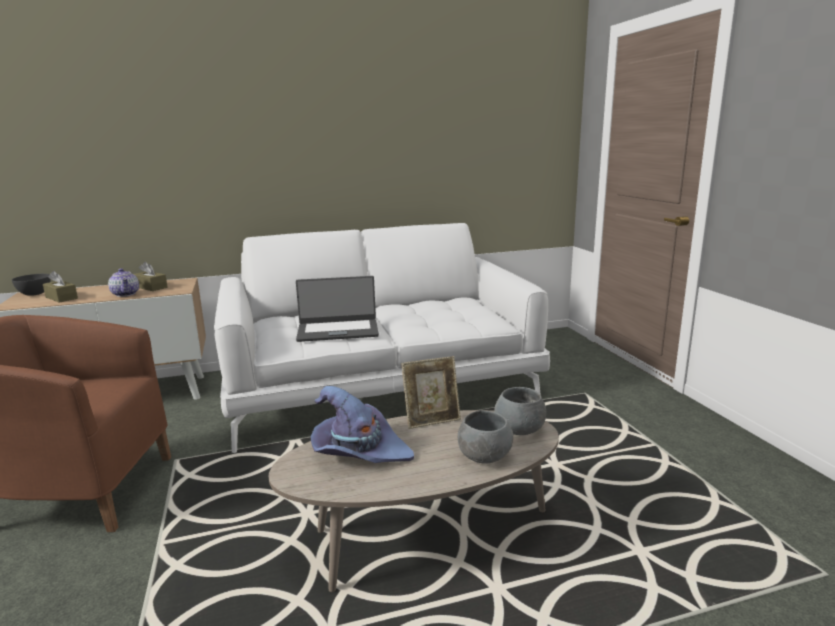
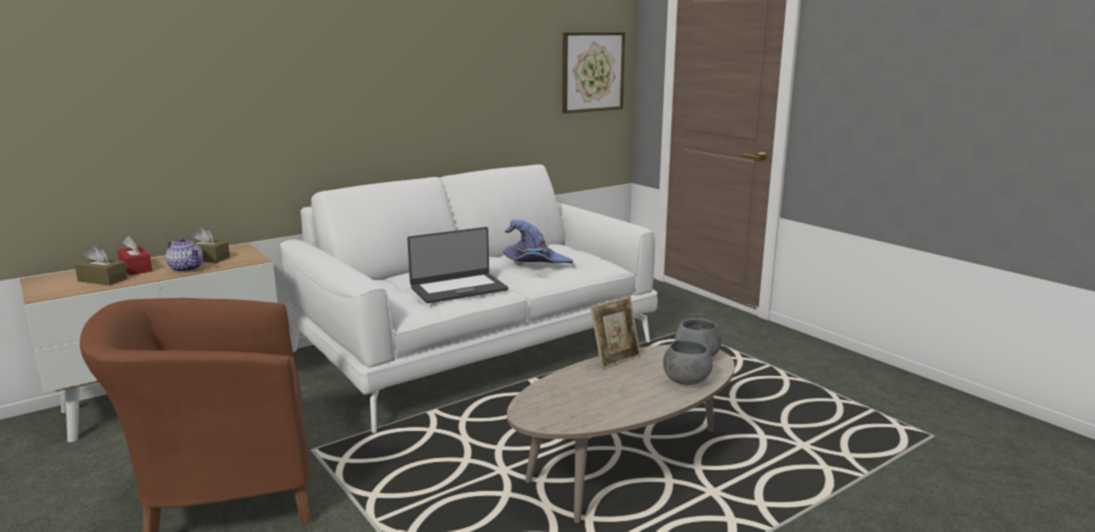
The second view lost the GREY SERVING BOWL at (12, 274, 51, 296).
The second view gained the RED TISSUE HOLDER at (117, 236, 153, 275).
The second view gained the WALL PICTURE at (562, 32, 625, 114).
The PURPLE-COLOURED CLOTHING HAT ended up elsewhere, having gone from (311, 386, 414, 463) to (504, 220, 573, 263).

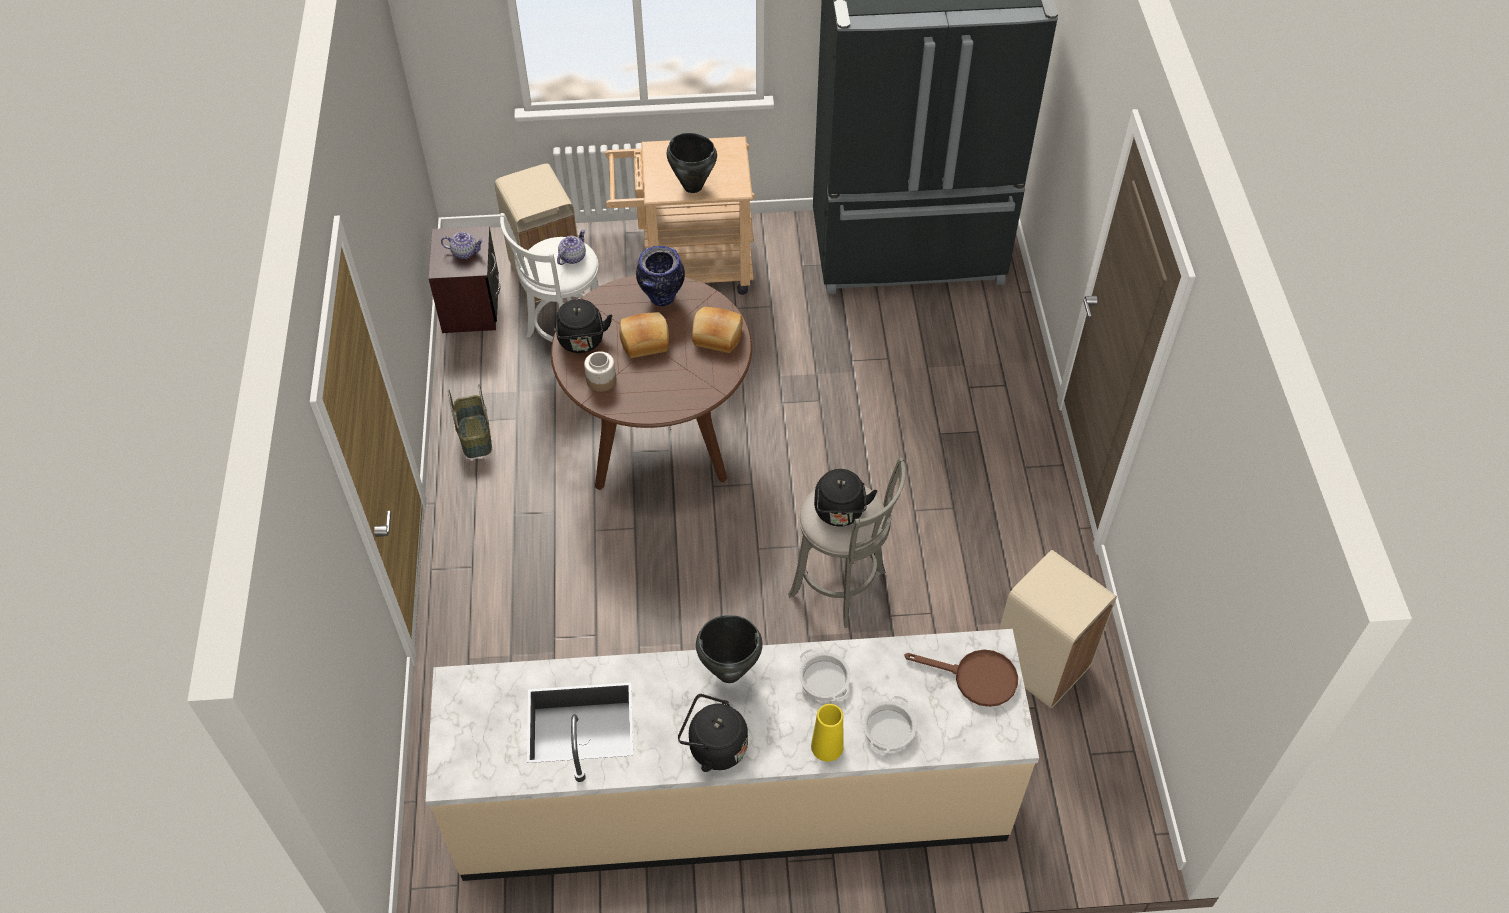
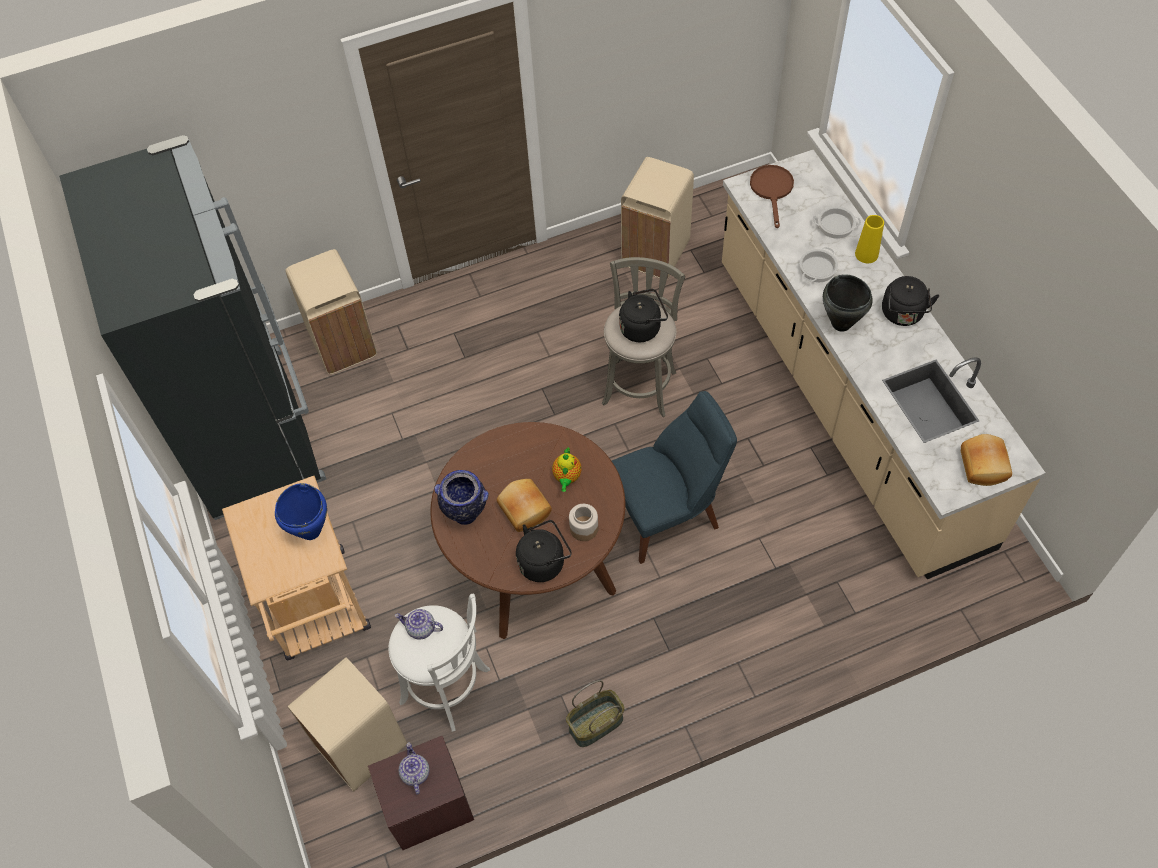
The second view gained the SAND-COLOURED TRASH CAN at (286, 249, 377, 374).
The second view gained the TEAPOT at (552, 447, 582, 492).
The second view gained the BLUE UPRIGHT CHAIR at (612, 391, 737, 564).
The BAKERY BREAD ended up elsewhere, having gone from (692, 307, 742, 353) to (961, 434, 1012, 486).
What was the BLACK-COLOURED COOKING POT at (667, 133, 717, 193) turned into the BLUE COOKING POT at (275, 483, 327, 540).

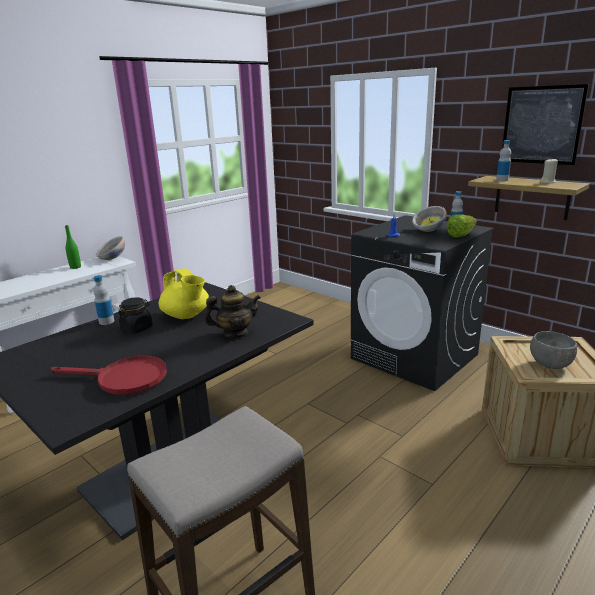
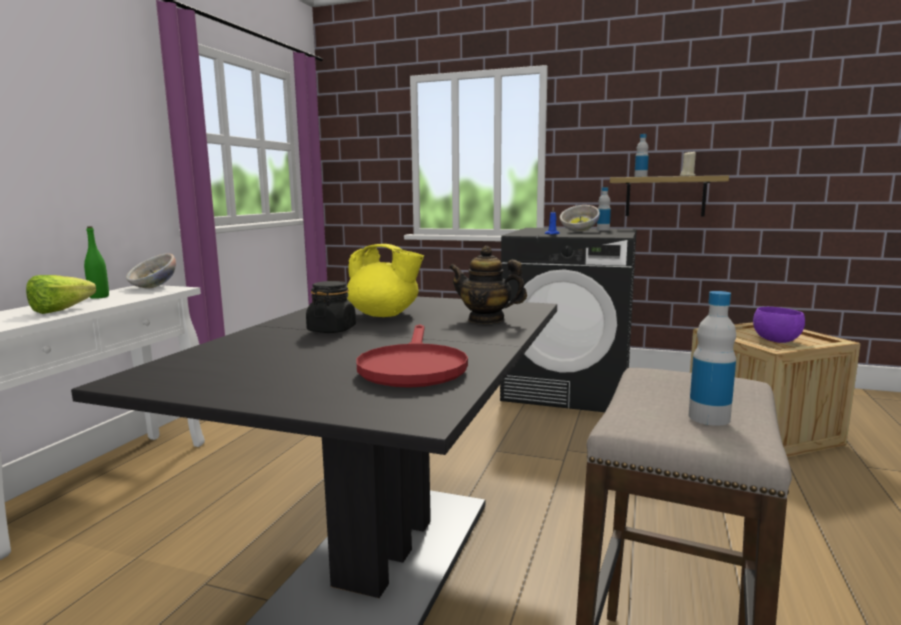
The second view lost the WALL PICTURE at (502, 84, 589, 165).
The DRINK BOTTLE ended up elsewhere, having gone from (94, 275, 114, 325) to (688, 291, 736, 426).
The LETTUCE HEAD ended up elsewhere, having gone from (447, 215, 477, 237) to (26, 275, 96, 314).
What was the GREY SERVING BOWL at (530, 331, 577, 369) turned into the PURPLE-COLOURED SERVING BOWL at (753, 307, 805, 343).
The RED FRYING PAN at (51, 356, 167, 395) ended up facing another way, 105 degrees clockwise from before.
The TEAPOT at (204, 285, 261, 338) ended up facing another way, 120 degrees counterclockwise from before.

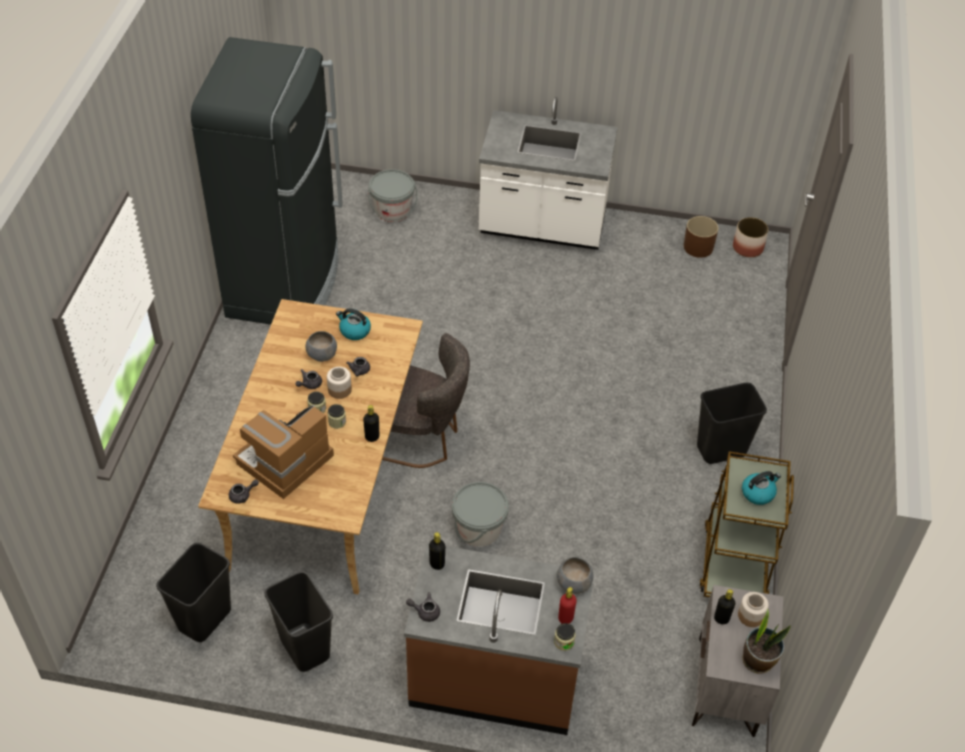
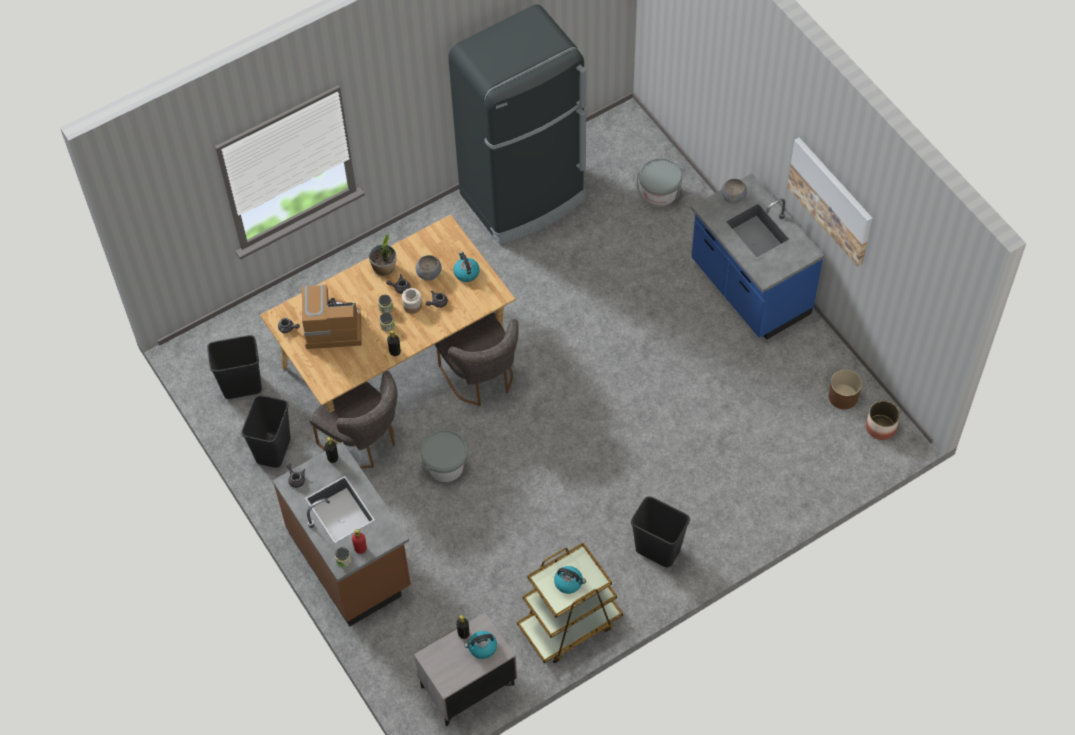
The second view gained the GREY UPRIGHT CHAIR at (309, 371, 398, 469).
The second view gained the WALL PICTURE at (787, 137, 873, 267).
The GREY SERVING BOWL ended up elsewhere, having gone from (557, 557, 593, 594) to (721, 179, 747, 204).
The POTTED PLANT ended up elsewhere, having gone from (742, 608, 791, 674) to (369, 232, 396, 276).
Where the PRESERVE JAR stood at (738, 592, 769, 627), the TEA KETTLE came to stand at (464, 631, 497, 659).
What was the WHITE-COLOURED KITCHEN BASE UNIT at (479, 97, 618, 250) turned into the BLUE KITCHEN BASE UNIT at (691, 173, 824, 340).

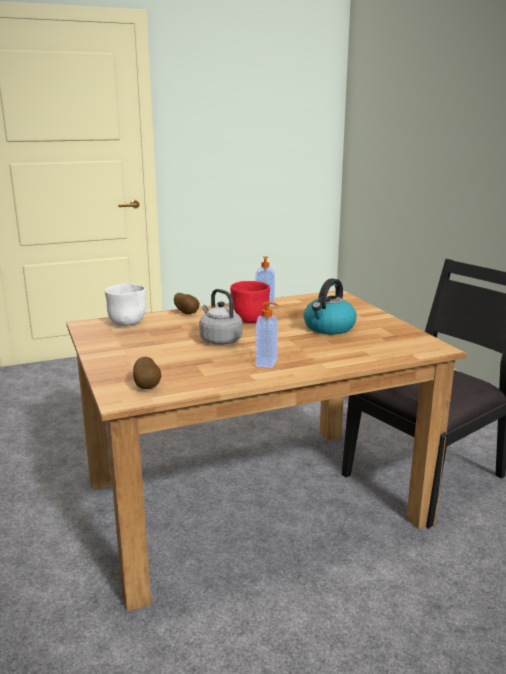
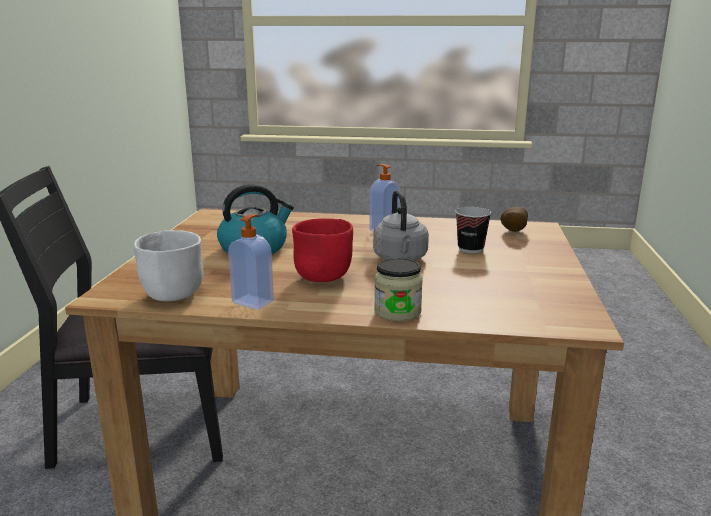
The second view gained the DRINKING CUP at (455, 207, 491, 253).
The WHITE-COLOURED SERVING BOWL ended up elsewhere, having gone from (105, 283, 146, 326) to (134, 230, 203, 301).
Where the POTATO stood at (174, 293, 200, 314), the PRESERVE JAR came to stand at (374, 258, 423, 321).

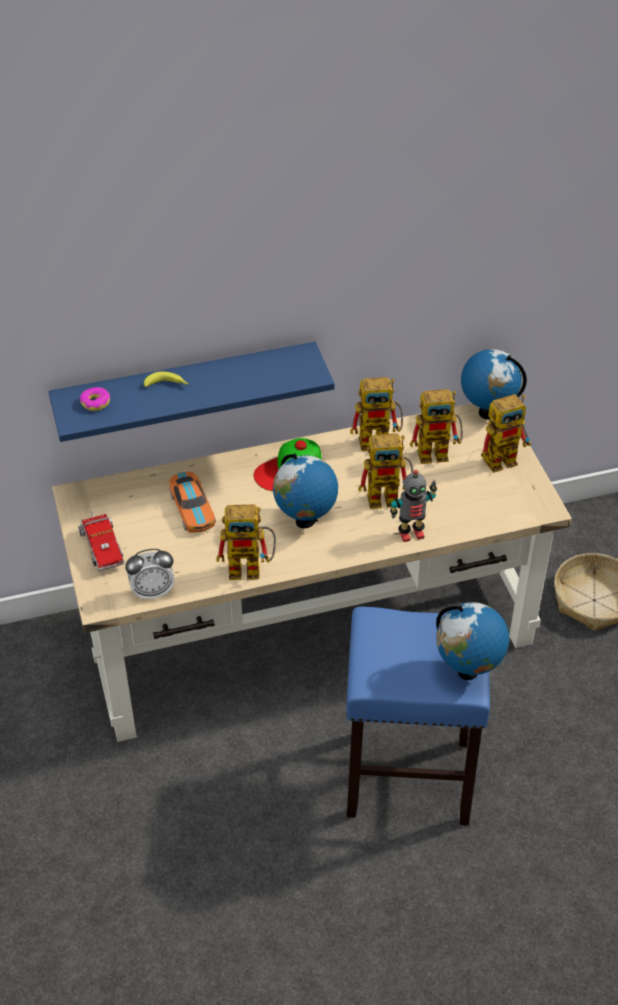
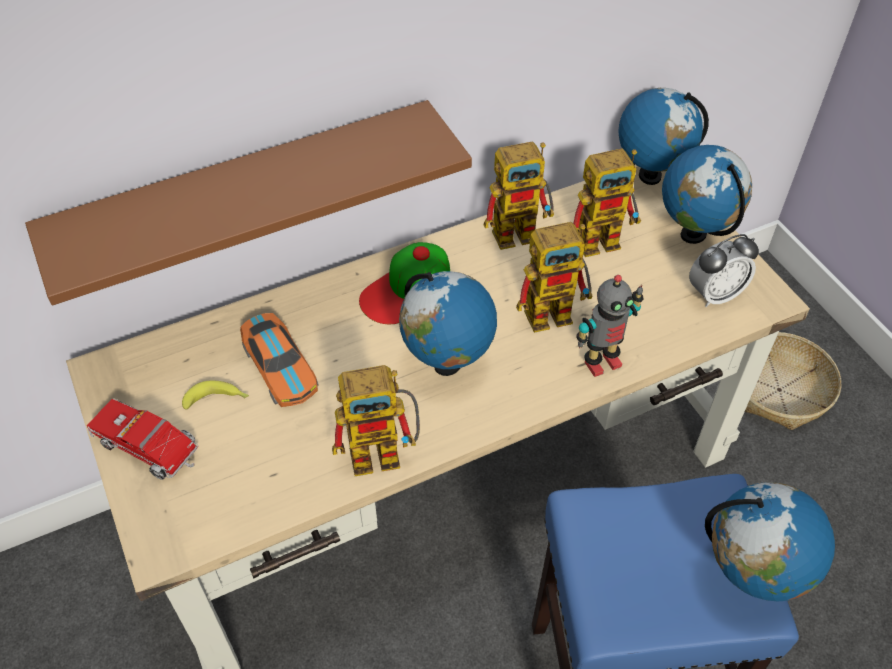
The second view lost the RING DOUGHNUT at (80, 387, 110, 411).
The ALARM CLOCK ended up elsewhere, having gone from (125, 549, 175, 600) to (689, 234, 759, 307).
The BANANA FRUIT ended up elsewhere, having gone from (144, 371, 189, 387) to (182, 381, 249, 410).
Where the MODEL ROBOT stood at (481, 394, 531, 473), the GLOBE came to stand at (662, 145, 752, 244).
What was the BLUE WALL SHELF at (48, 342, 335, 442) turned into the BROWNISH WALL SHELF at (25, 100, 472, 305).
The TOY TRUCK at (78, 511, 125, 571) ended up facing another way, 150 degrees clockwise from before.

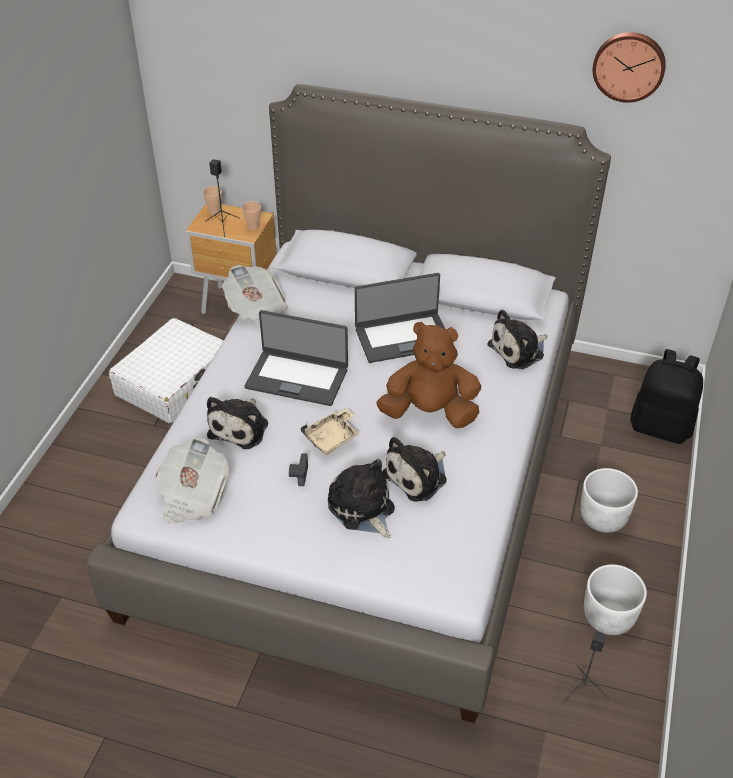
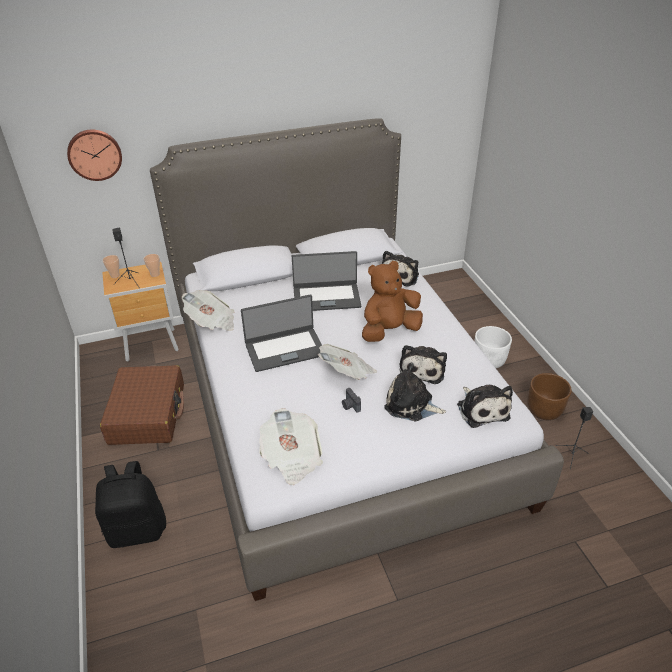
The PLUSH TOY ended up elsewhere, having gone from (207, 396, 268, 449) to (457, 385, 513, 428).
The CLOCK ON THE WALL ended up elsewhere, having gone from (593, 32, 666, 103) to (67, 130, 122, 181).
The BLACK-COLOURED KNAPSACK ended up elsewhere, having gone from (631, 349, 703, 444) to (95, 461, 166, 548).
Where the SAND-COLOURED CARRYING TRAY stood at (301, 409, 359, 455), the NEWSPAPER came to stand at (318, 344, 377, 380).
What was the WHITE-COLOURED PIECE OF LUGGAGE at (109, 318, 224, 424) turned into the BROWNISH PIECE OF LUGGAGE at (100, 365, 184, 445).
What was the WHITE-COLOURED PLANT POT at (584, 564, 647, 635) turned into the BROWNISH PLANT POT at (527, 373, 572, 421).
The NOTEBOOK COMPUTER at (355, 273, 445, 363) ended up facing another way, 45 degrees clockwise from before.

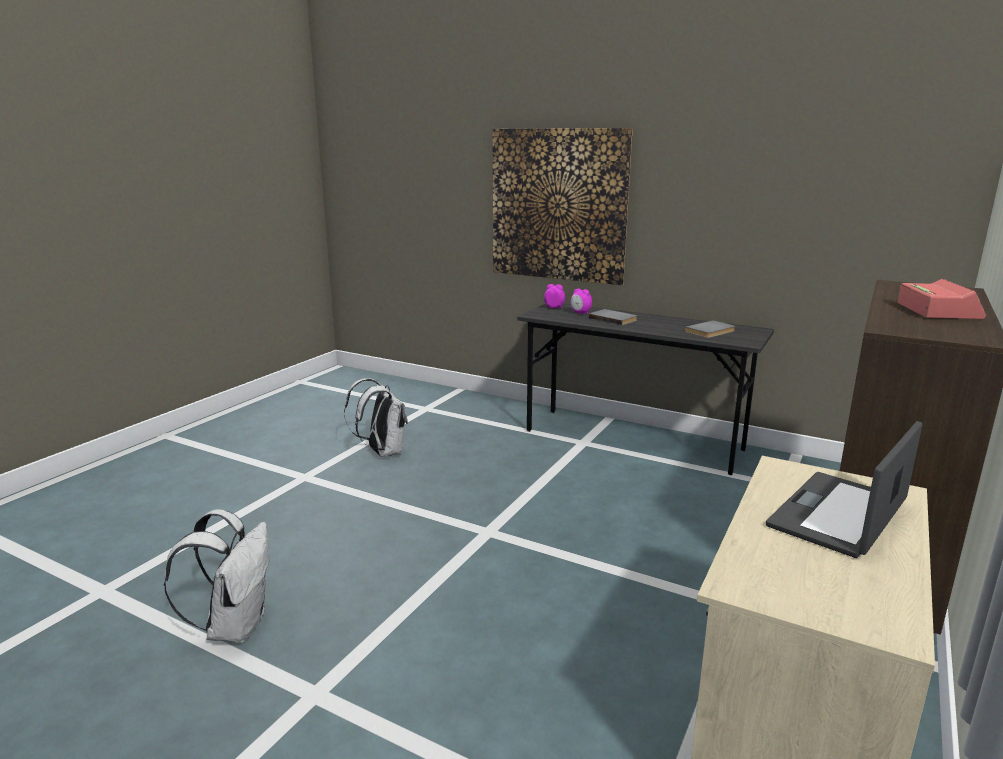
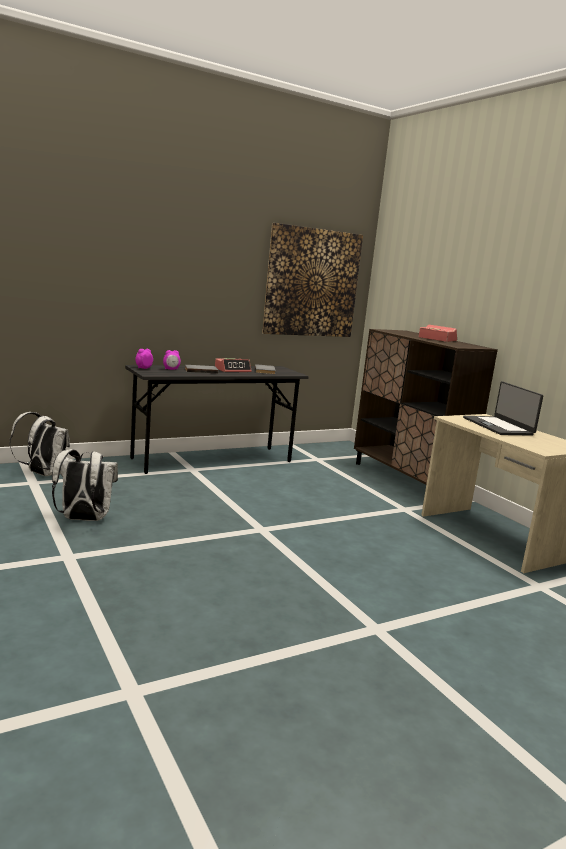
The second view gained the ALARM CLOCK at (215, 358, 251, 372).
The WHITE-COLOURED KNAPSACK ended up elsewhere, having gone from (164, 509, 269, 643) to (10, 412, 70, 476).
The WALL PICTURE ended up elsewhere, having gone from (493, 128, 633, 285) to (262, 223, 363, 337).

